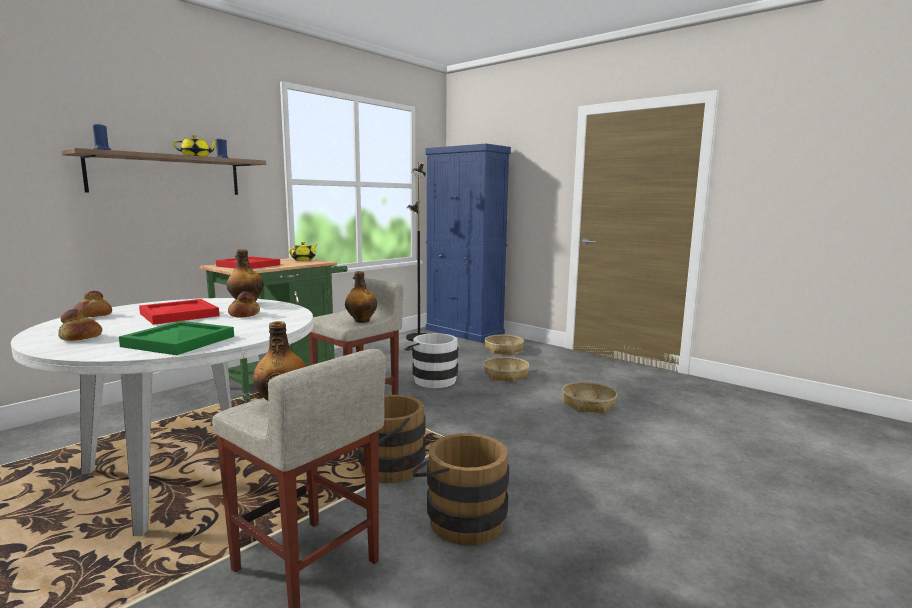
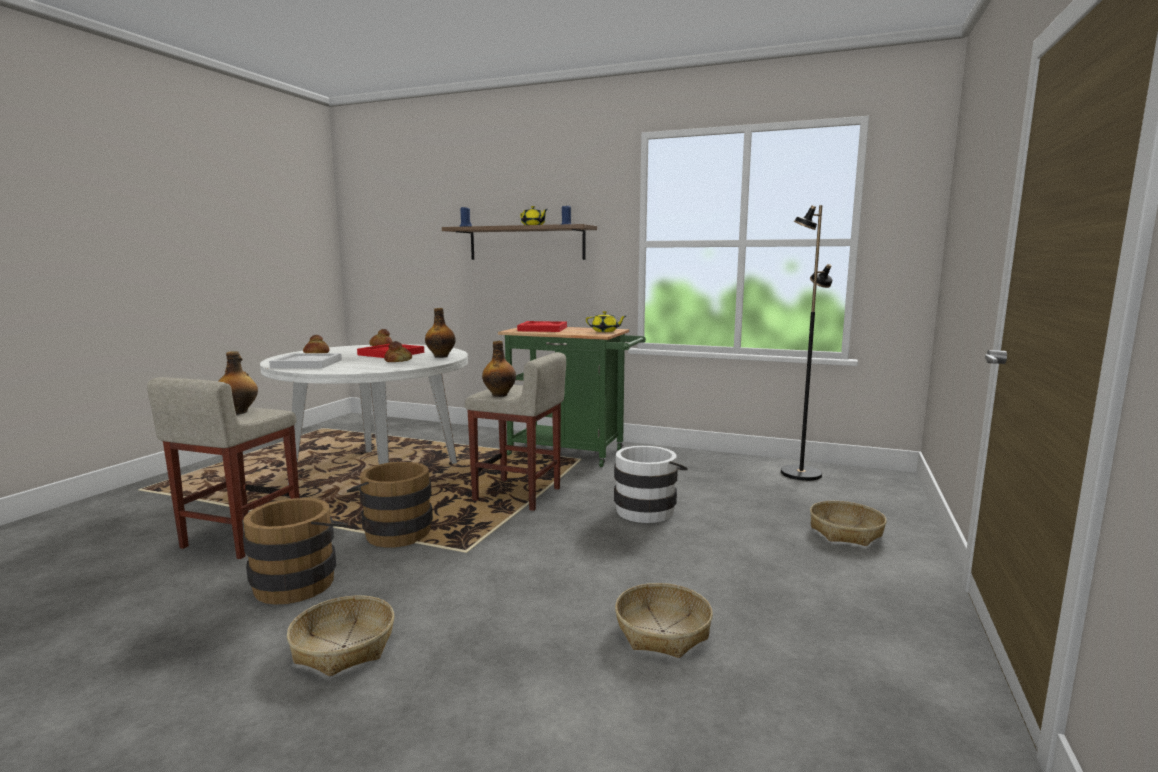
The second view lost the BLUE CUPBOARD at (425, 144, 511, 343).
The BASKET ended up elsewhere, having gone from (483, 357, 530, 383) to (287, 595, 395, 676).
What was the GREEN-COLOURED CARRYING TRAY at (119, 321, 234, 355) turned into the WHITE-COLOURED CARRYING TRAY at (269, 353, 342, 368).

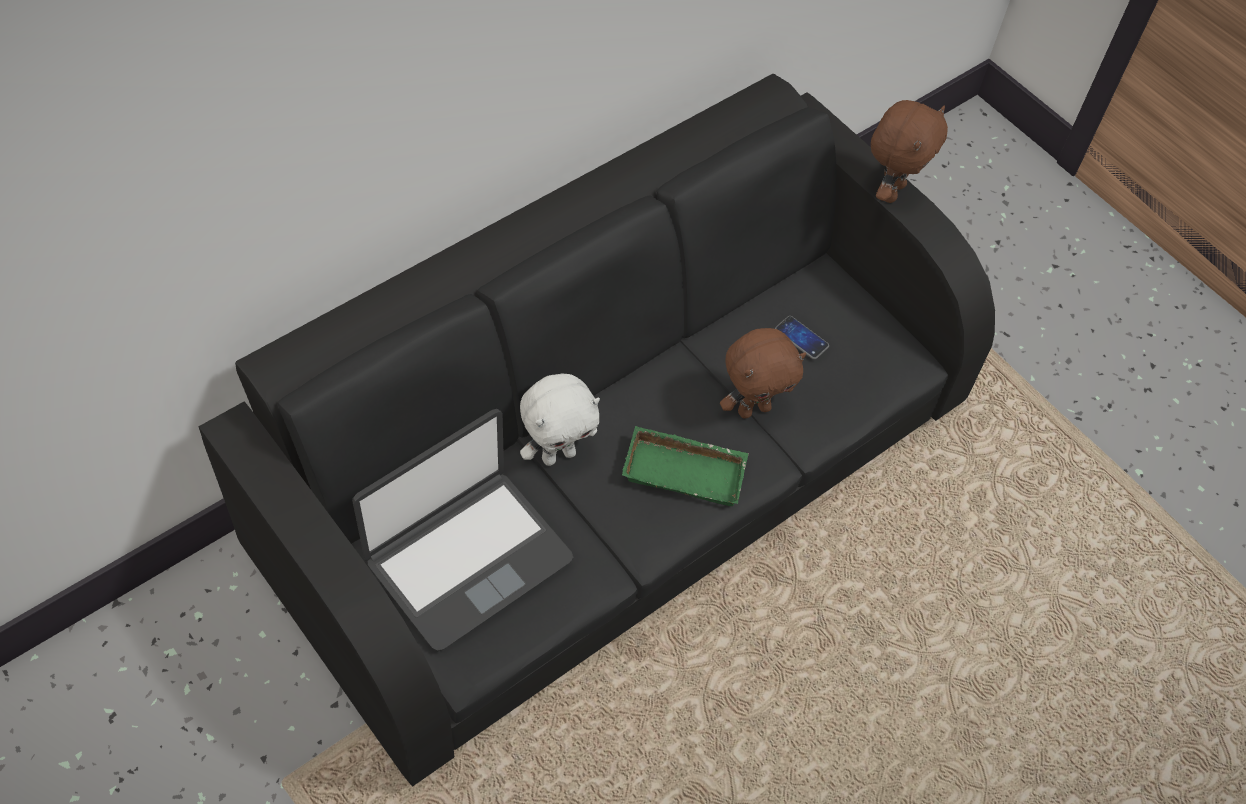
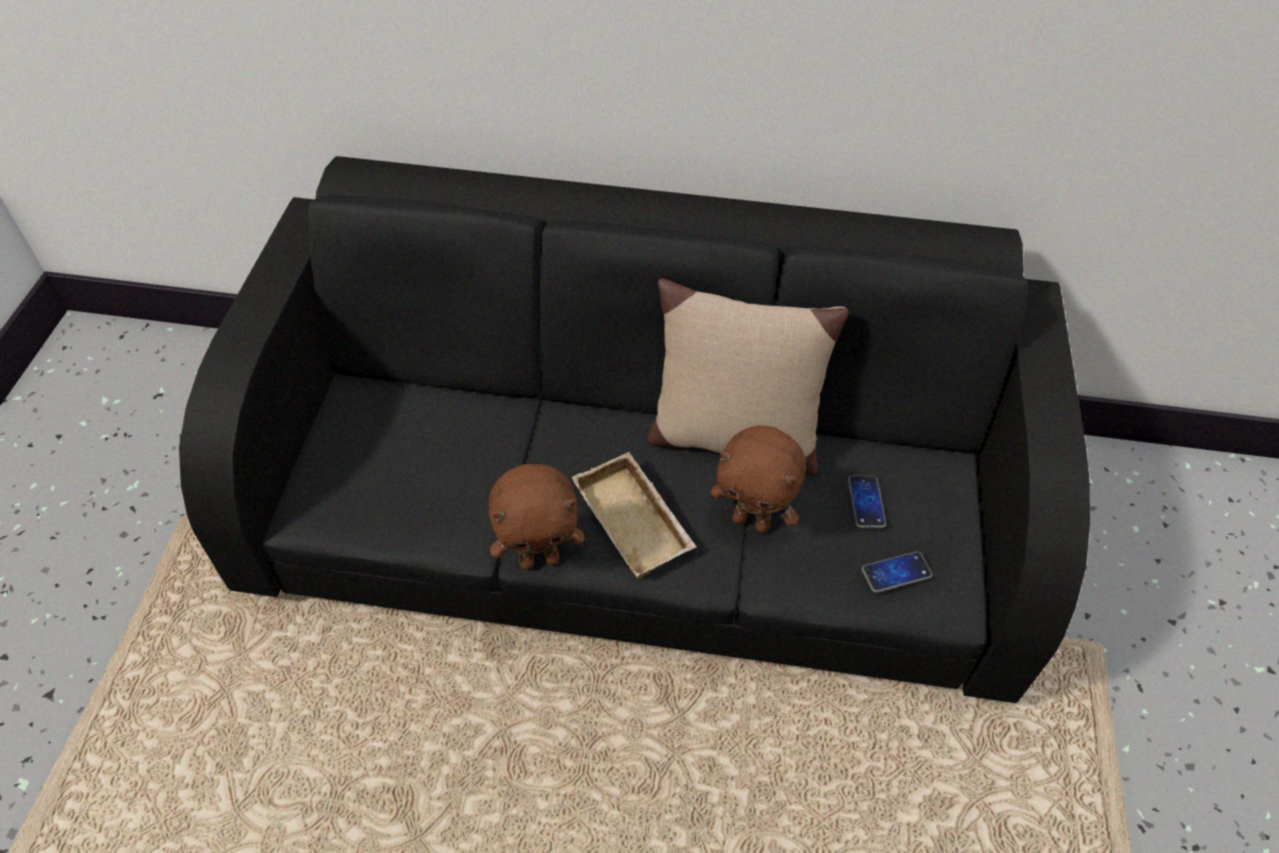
The second view lost the NOTEBOOK COMPUTER at (352, 409, 574, 651).
The second view lost the WHITE-COLOURED PLUSH TOY at (520, 374, 600, 466).
The second view gained the SAND-COLOURED CUSHION at (648, 279, 848, 475).
The second view gained the PHONE at (862, 551, 932, 593).
The BROWNISH PLUSH TOY ended up elsewhere, having gone from (871, 100, 948, 203) to (489, 464, 585, 570).
What was the GREEN-COLOURED CARRYING TRAY at (622, 426, 749, 506) turned into the SAND-COLOURED CARRYING TRAY at (572, 452, 697, 579).

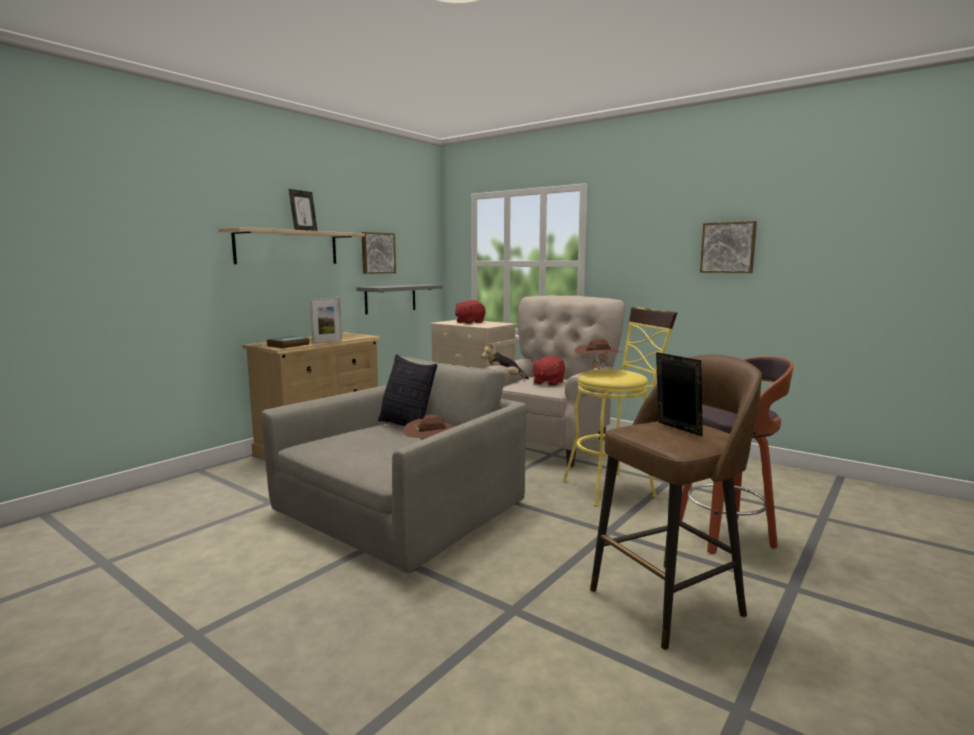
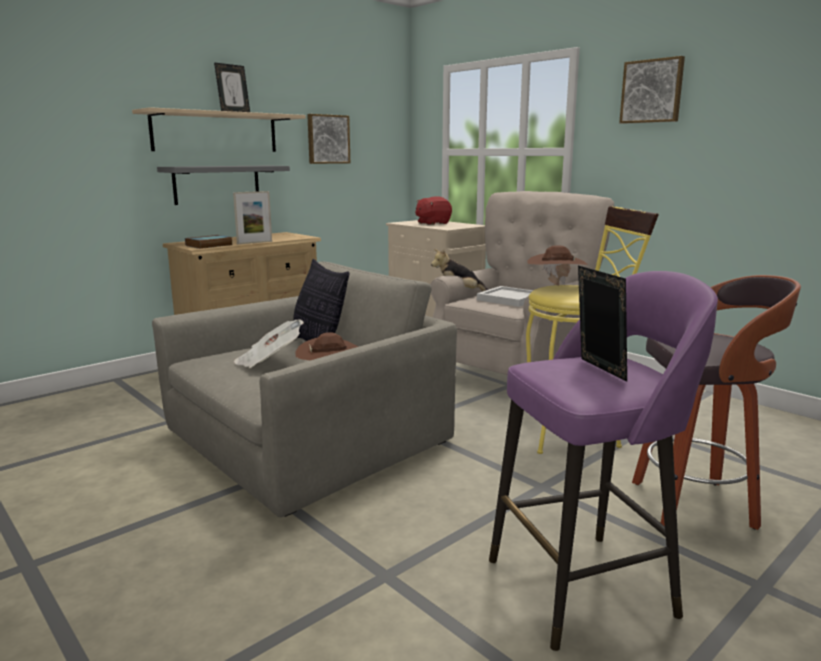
The second view gained the NEWSPAPER at (234, 319, 304, 368).
The GREY WALL SHELF ended up elsewhere, having gone from (356, 284, 443, 314) to (157, 165, 290, 205).
The WALL PICTURE ended up elsewhere, having gone from (700, 221, 757, 273) to (619, 56, 685, 124).
Where the RED PLUSH TOY stood at (531, 356, 565, 386), the WHITE-COLOURED CARRYING TRAY came to stand at (477, 286, 533, 307).
What was the BROWNISH STOOL SEAT at (590, 355, 762, 650) turned into the PURPLE-COLOURED STOOL SEAT at (489, 271, 718, 651).

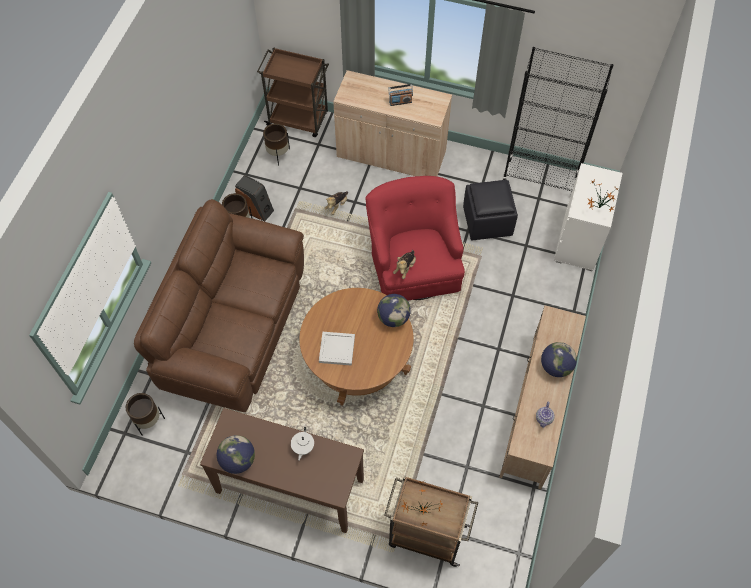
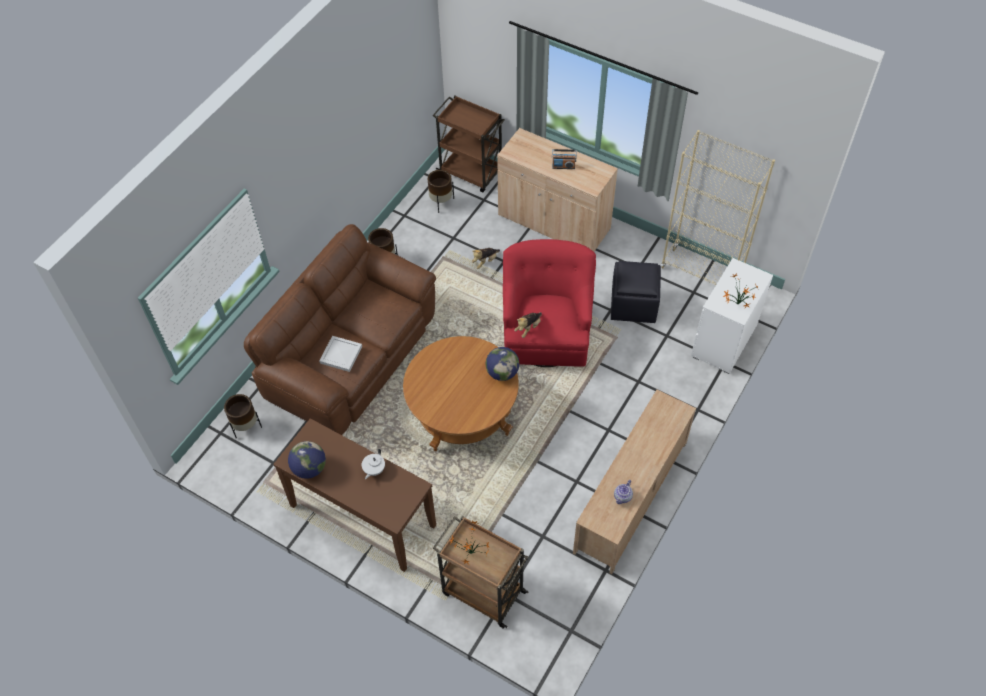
The second view lost the AUDIO SPEAKER at (235, 175, 274, 221).
The second view lost the GLOBE at (541, 342, 577, 377).
The WHITE-COLOURED CARRYING TRAY ended up elsewhere, having gone from (319, 332, 355, 366) to (319, 336, 362, 372).
What was the BLACK-COLOURED SHELVING UNIT at (502, 47, 614, 193) turned into the SAND-COLOURED SHELVING UNIT at (661, 130, 775, 285).

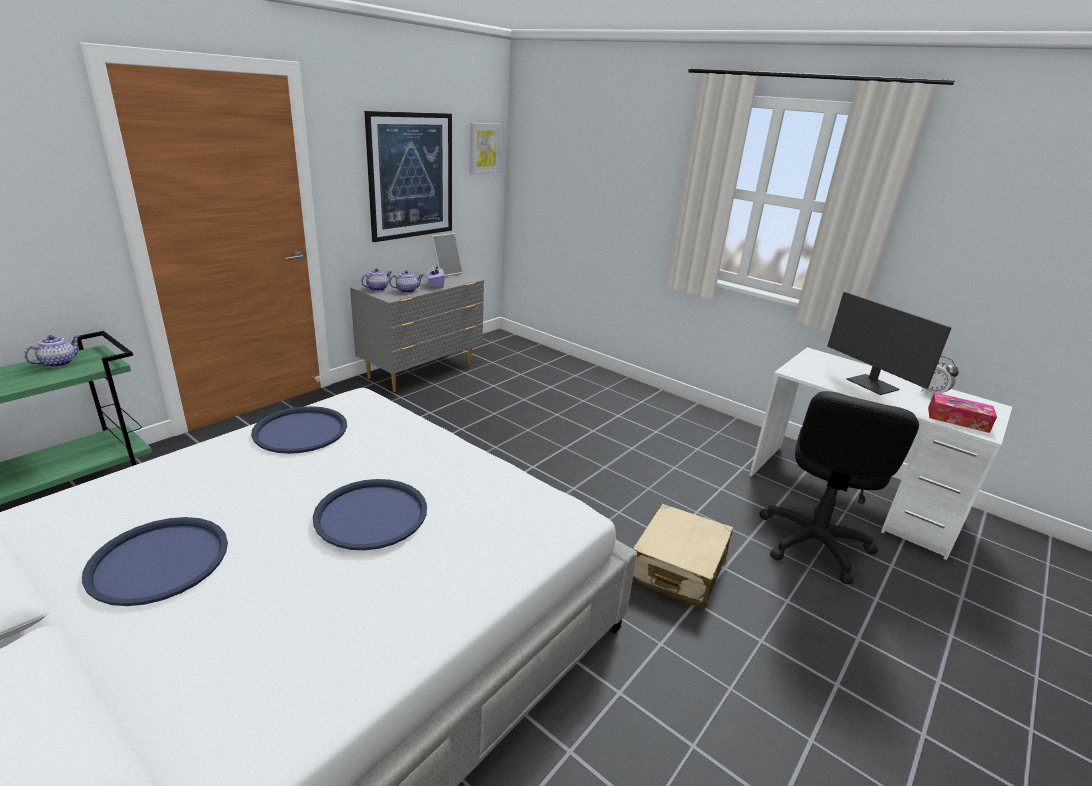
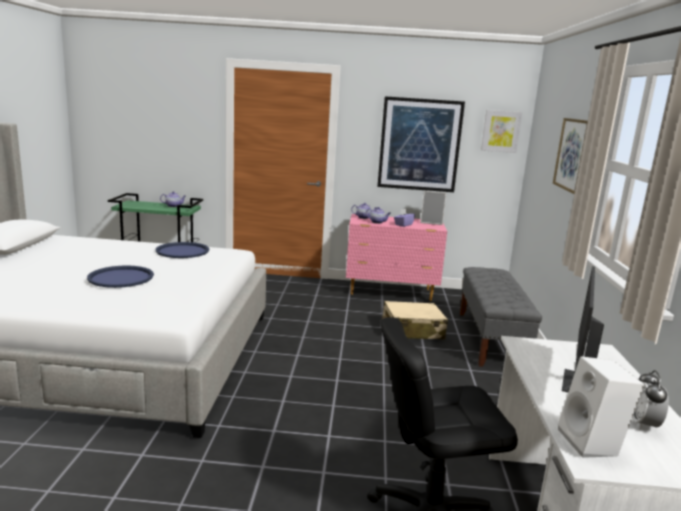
The second view lost the BLUE CARRYING TRAY at (82, 517, 228, 606).
The second view gained the GREY BENCH at (460, 267, 542, 367).
The second view gained the WALL PICTURE at (553, 118, 588, 194).
The SAND-COLOURED PIECE OF LUGGAGE ended up elsewhere, having gone from (633, 504, 733, 610) to (382, 301, 448, 339).
Where the TISSUE HOLDER stood at (928, 392, 997, 433), the WHITE-COLOURED AUDIO SPEAKER came to stand at (558, 356, 644, 458).
What was the GREY CHEST OF DRAWERS at (350, 270, 484, 392) turned into the PINKISH CHEST OF DRAWERS at (346, 214, 447, 301).

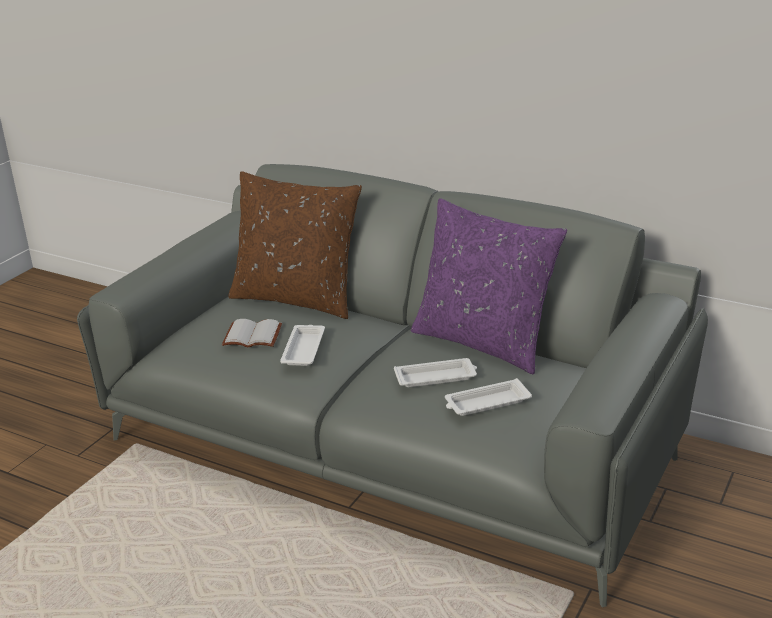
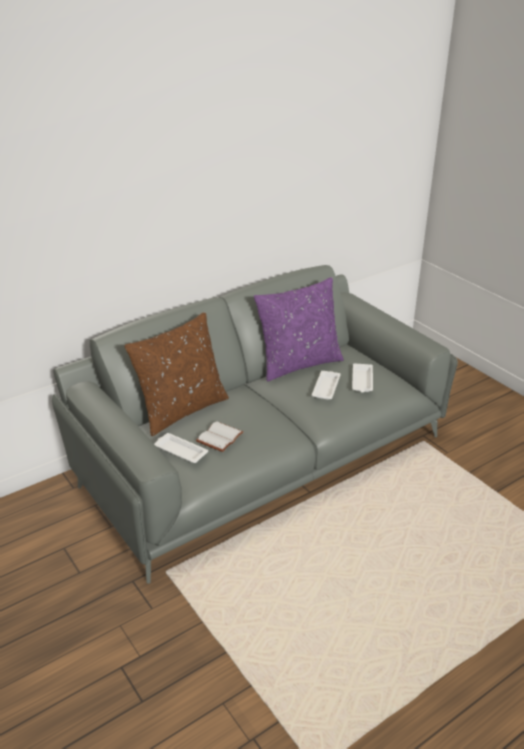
The WHITE-COLOURED CARRYING TRAY ended up elsewhere, having gone from (280, 325, 325, 366) to (154, 433, 208, 463).

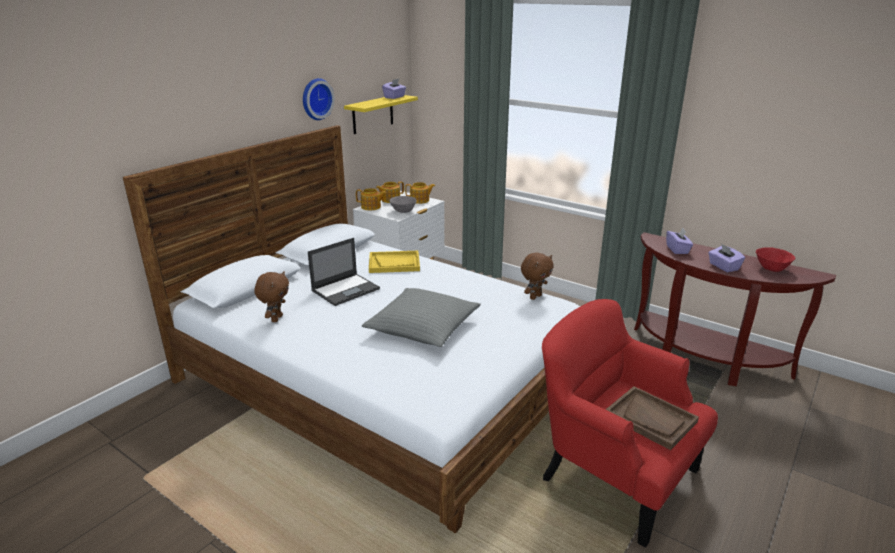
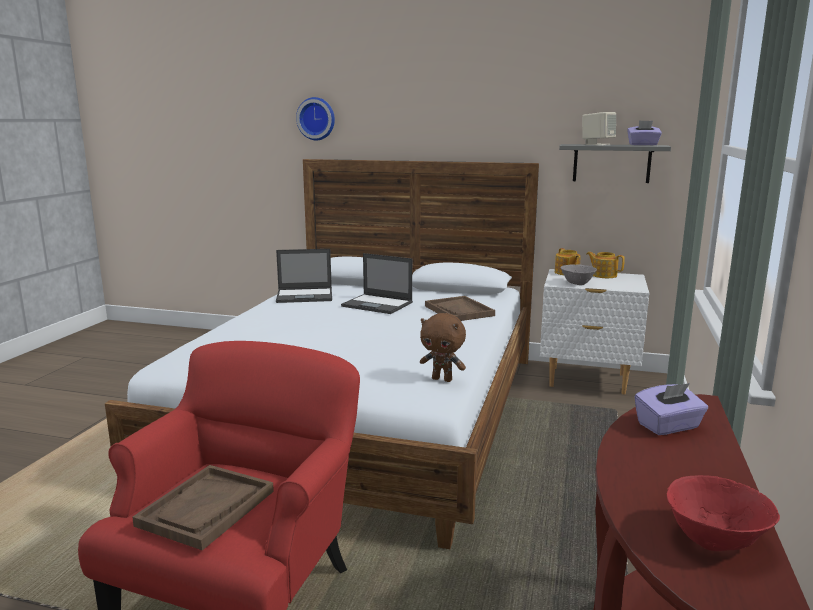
The second view lost the GREY CUSHION at (362, 288, 481, 347).
The second view lost the TEAPOT at (405, 182, 435, 204).
The second view lost the PURPLE-COLOURED TISSUE HOLDER at (709, 243, 745, 272).
The second view gained the SAND-COLOURED AUDIO SPEAKER at (582, 112, 616, 145).
The CLOCK ON THE WALL ended up elsewhere, having gone from (303, 78, 335, 120) to (296, 97, 335, 140).
Where the BROWNISH PLUSH TOY stood at (254, 271, 289, 322), the NOTEBOOK COMPUTER came to stand at (276, 249, 332, 303).
What was the YELLOW WALL SHELF at (344, 95, 418, 134) turned into the GREY WALL SHELF at (559, 144, 671, 183).
What was the YELLOW CARRYING TRAY at (369, 251, 420, 273) turned into the BROWNISH CARRYING TRAY at (425, 296, 495, 321).

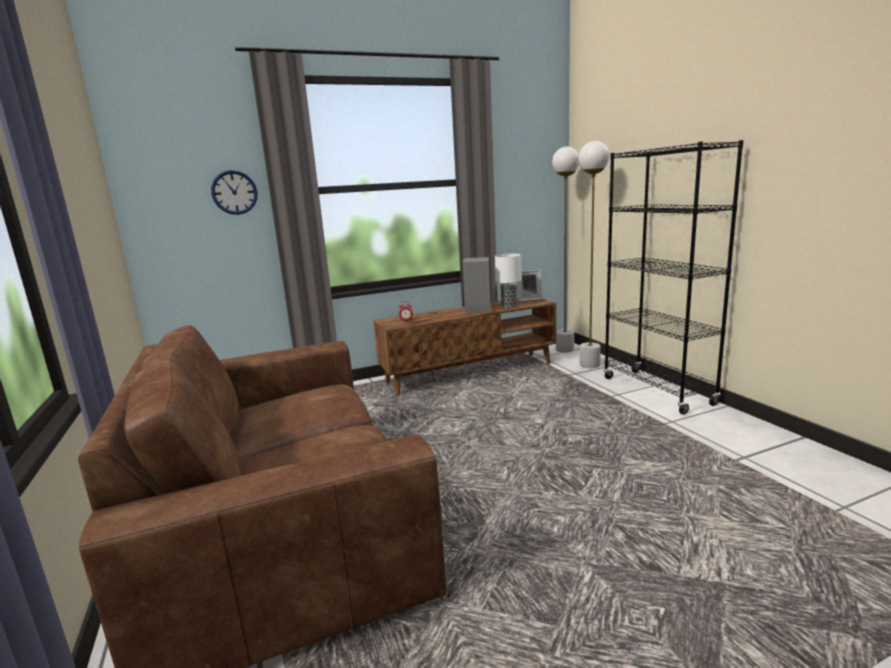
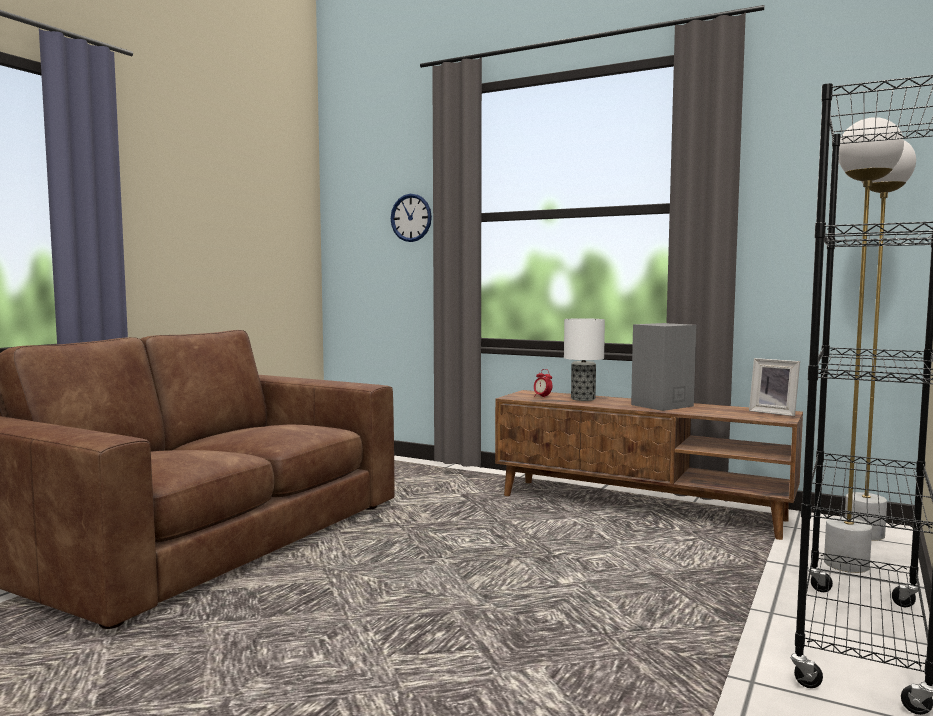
The TABLE LAMP ended up elsewhere, having gone from (495, 254, 522, 308) to (564, 318, 605, 401).

